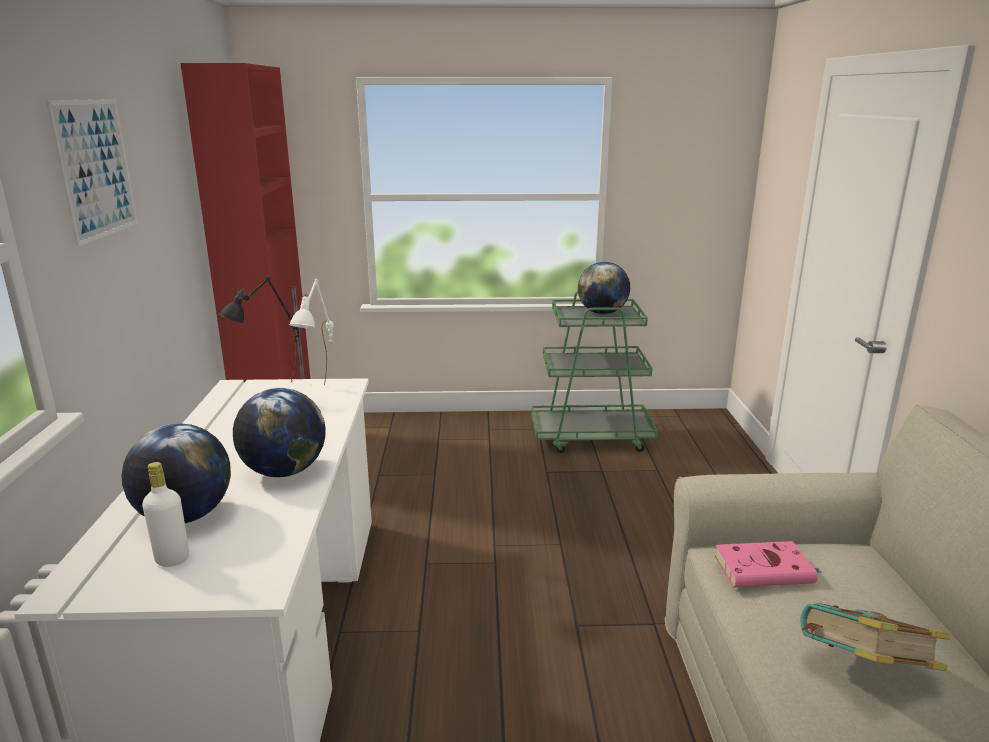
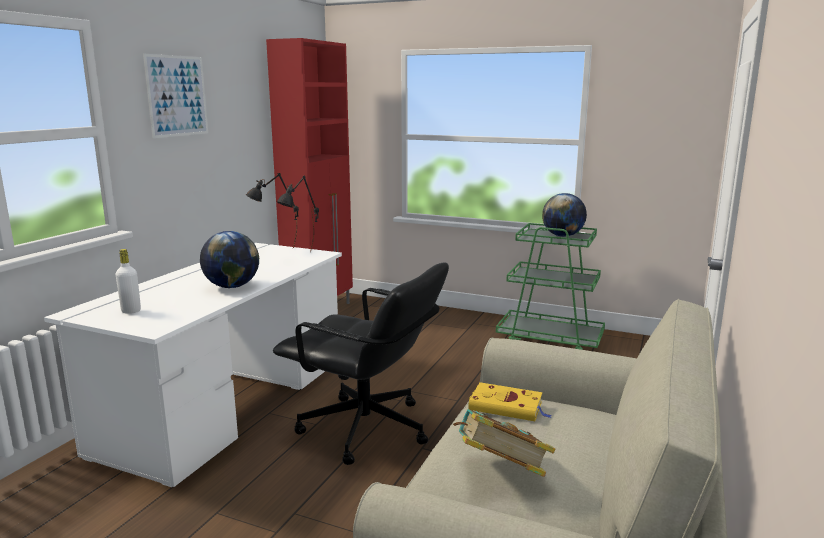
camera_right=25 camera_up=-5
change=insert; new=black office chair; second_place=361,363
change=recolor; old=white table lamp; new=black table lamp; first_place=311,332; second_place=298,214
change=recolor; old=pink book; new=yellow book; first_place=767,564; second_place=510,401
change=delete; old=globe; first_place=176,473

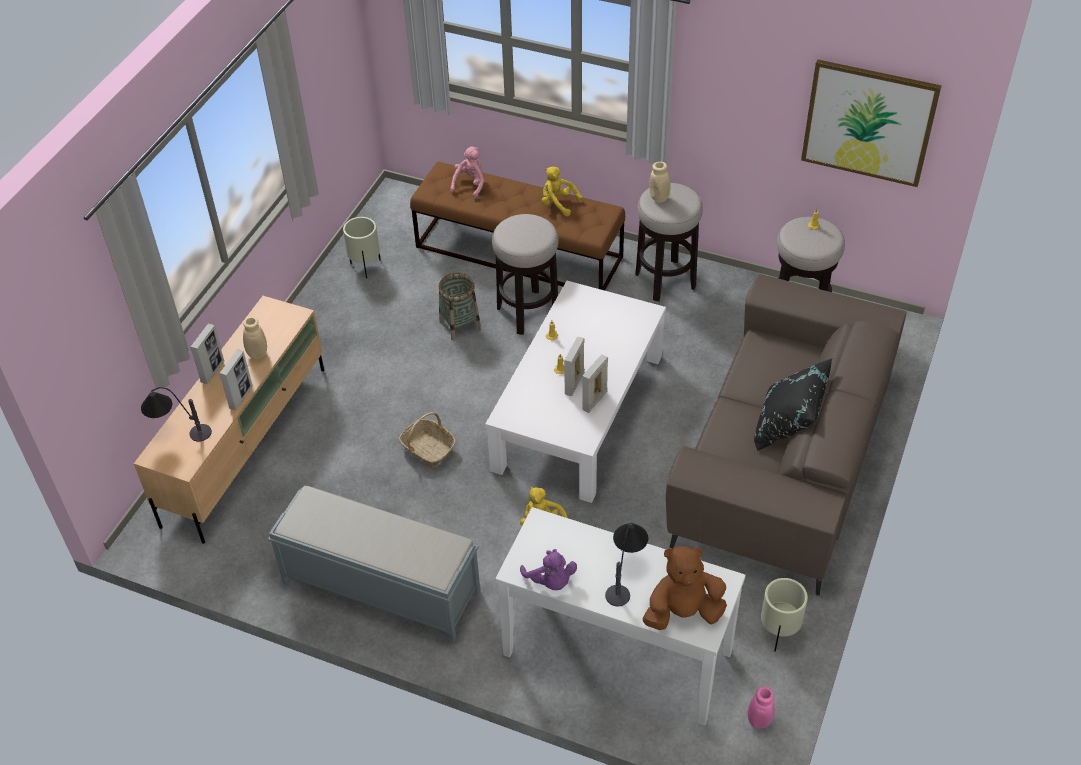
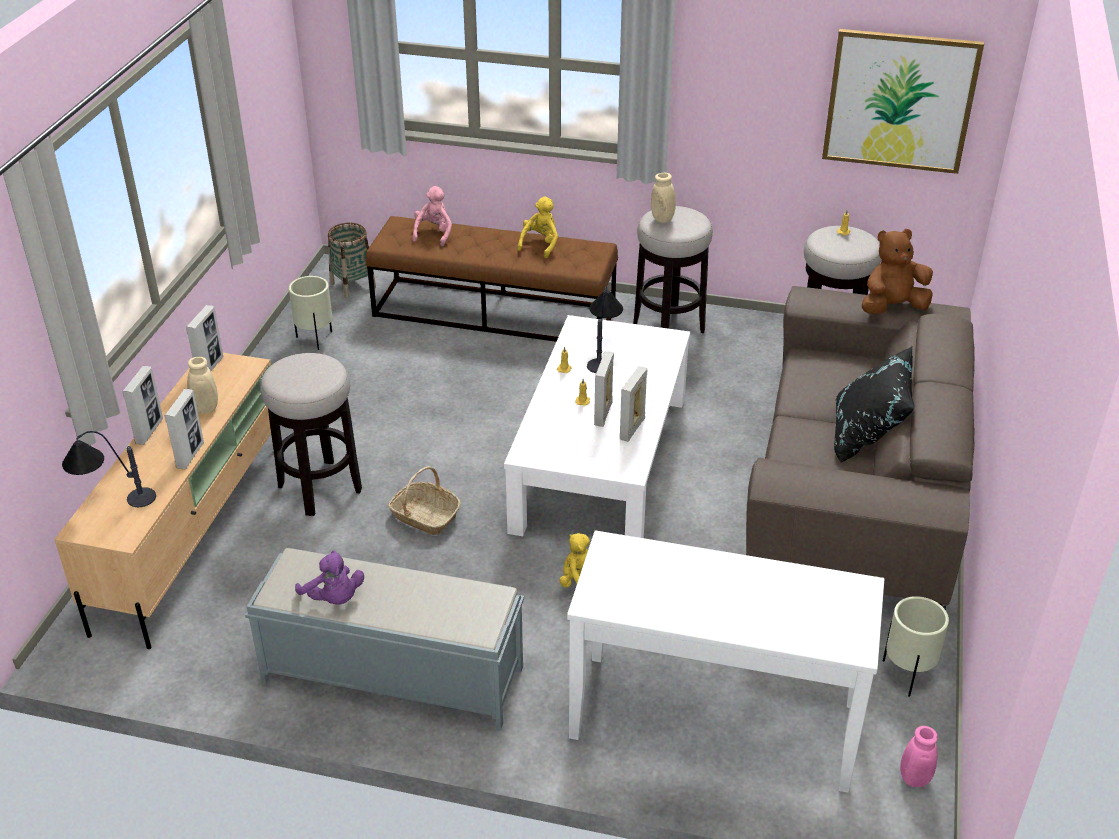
camera_right=-10 camera_up=-10
change=insert; new=picture frame; second_place=204,338
change=move; old=stool; first_place=525,274; second_place=311,434
change=move; old=purple plush toy; first_place=548,569; second_place=329,577
change=move; old=basket; first_place=460,306; second_place=352,260
change=rotate; old=yellow plush toy; first_place=562,191; second_place=537,227; degrees=90
change=move; old=table lamp; first_place=626,564; second_place=605,330
change=move; old=brown plush toy; first_place=684,588; second_place=897,271

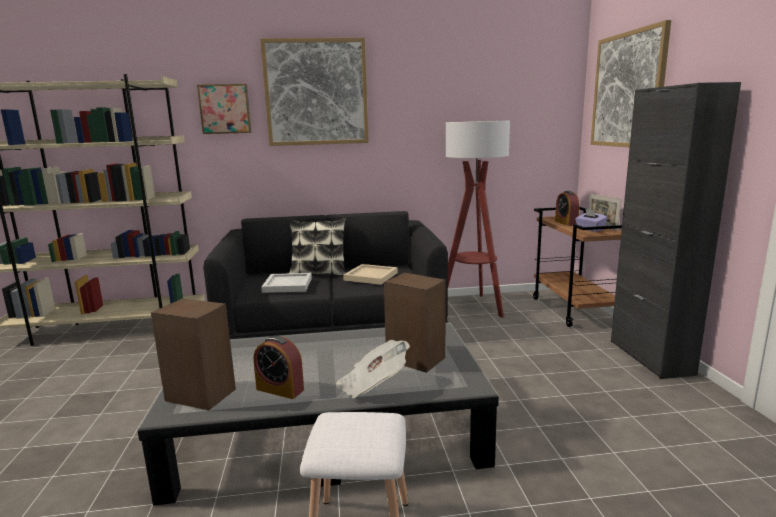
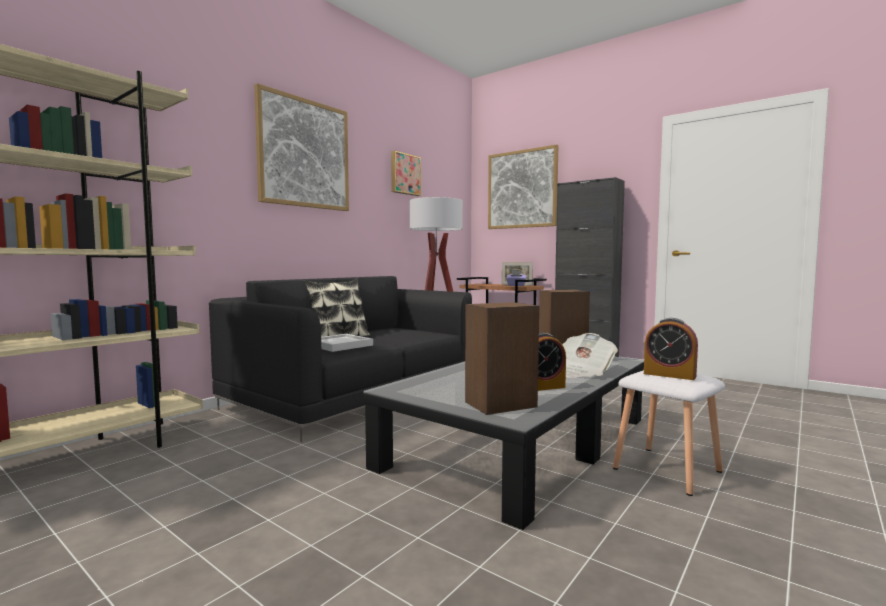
camera_right=-45 camera_up=-10
change=move; old=picture; first_place=224,109; second_place=406,173
change=move; old=alarm clock; first_place=567,208; second_place=671,349
change=delete; old=beige tray; first_place=370,274

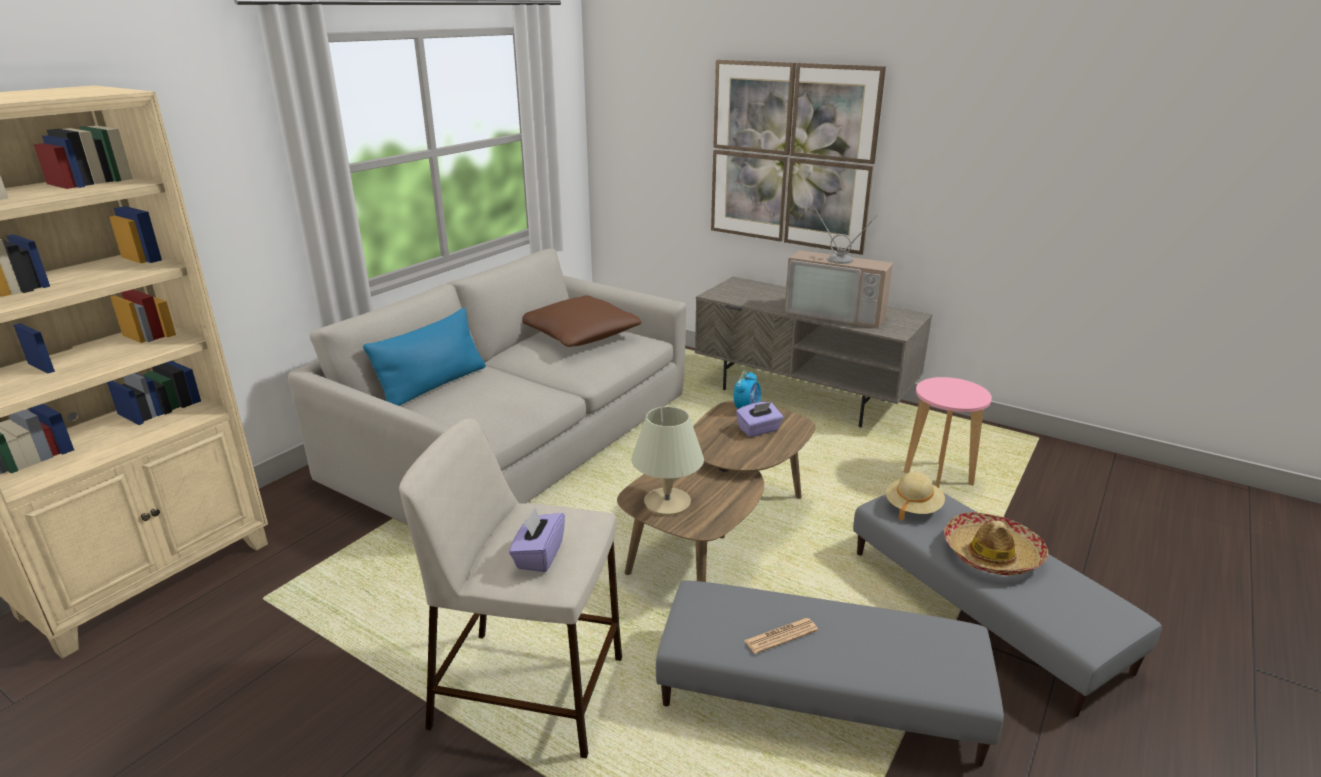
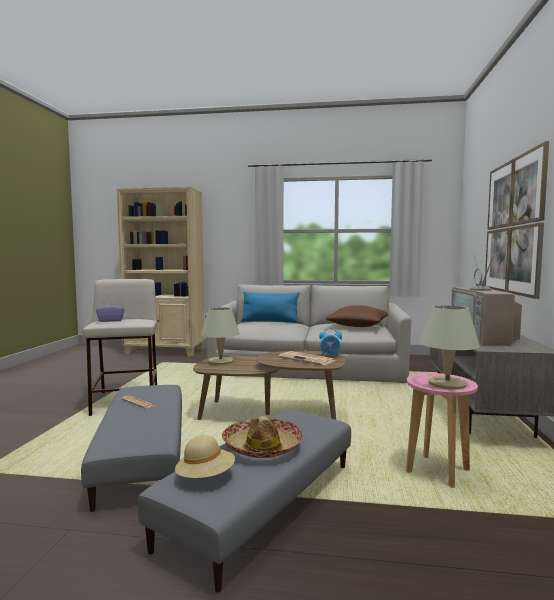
camera_right=65 camera_up=-20
change=move; old=beige hat; first_place=915,496; second_place=205,456
change=replace; old=purple tissue box; new=newspaper; first_place=759,419; second_place=307,358
change=insert; new=beige table lamp; second_place=449,347

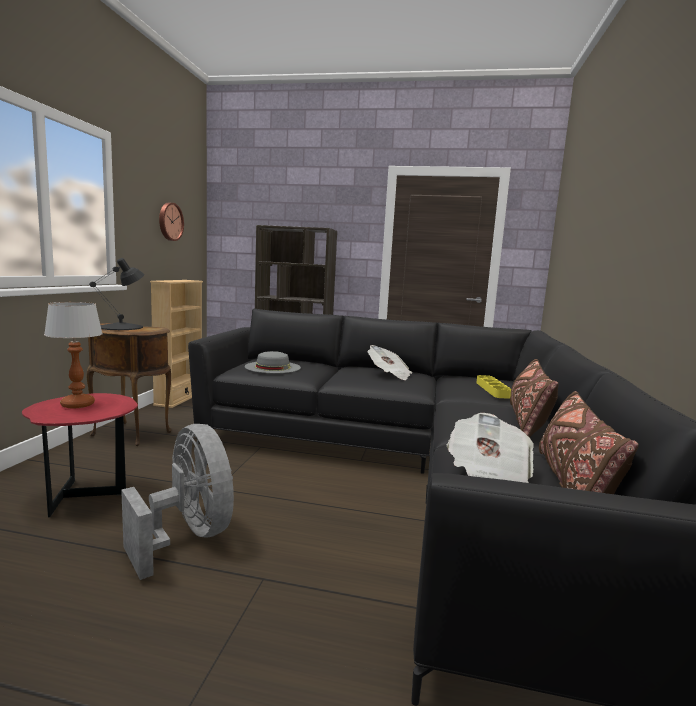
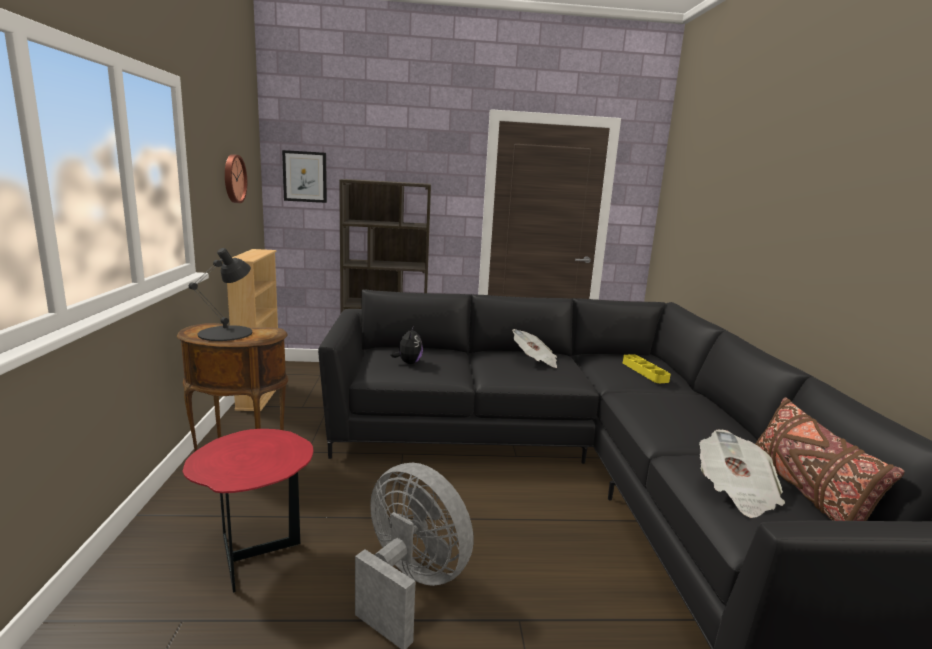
camera_right=-15 camera_up=5
change=insert; new=picture; second_place=304,176
change=replace; old=grey hat; new=plush toy; first_place=273,362; second_place=406,345
change=delete; old=table lamp; first_place=73,355
change=delete; old=brown pillow; first_place=534,398

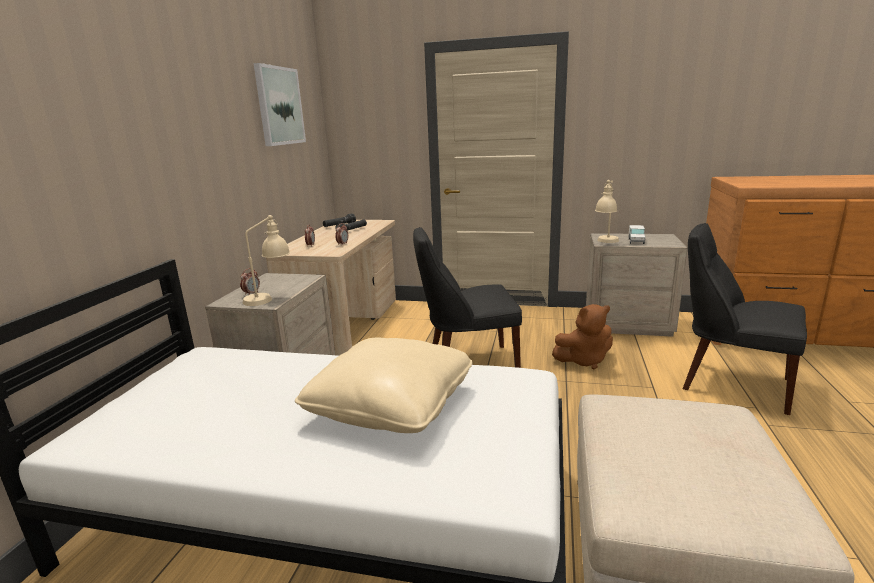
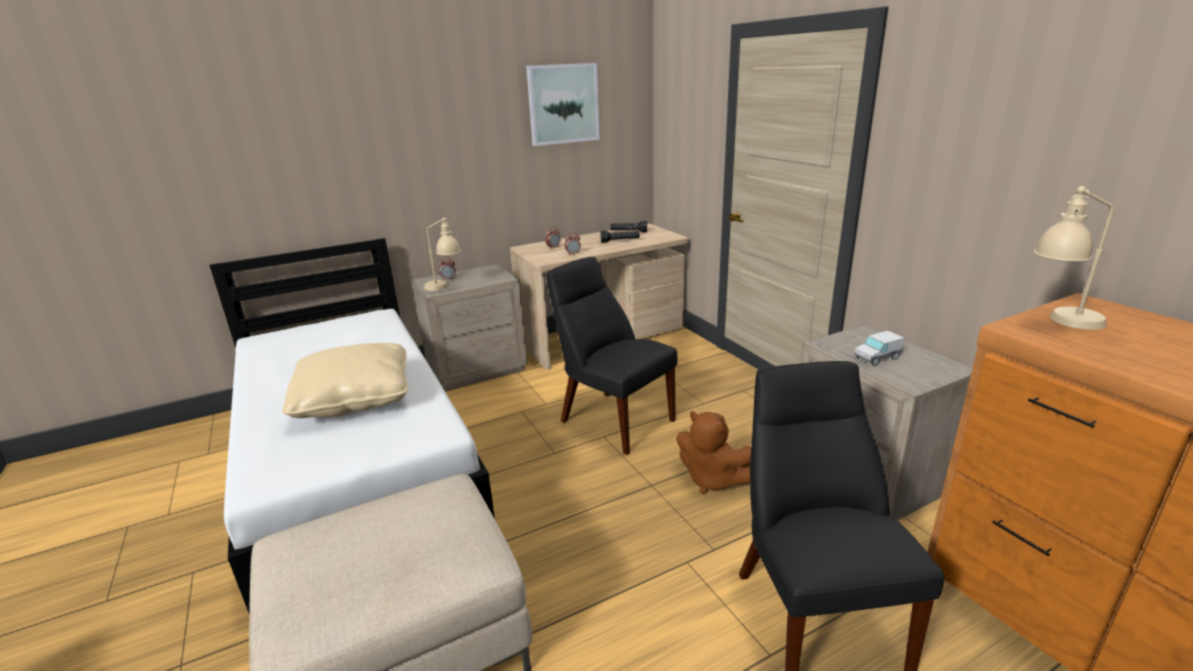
camera_right=50 camera_up=5
change=move; old=beige table lamp; first_place=607,211; second_place=1074,258

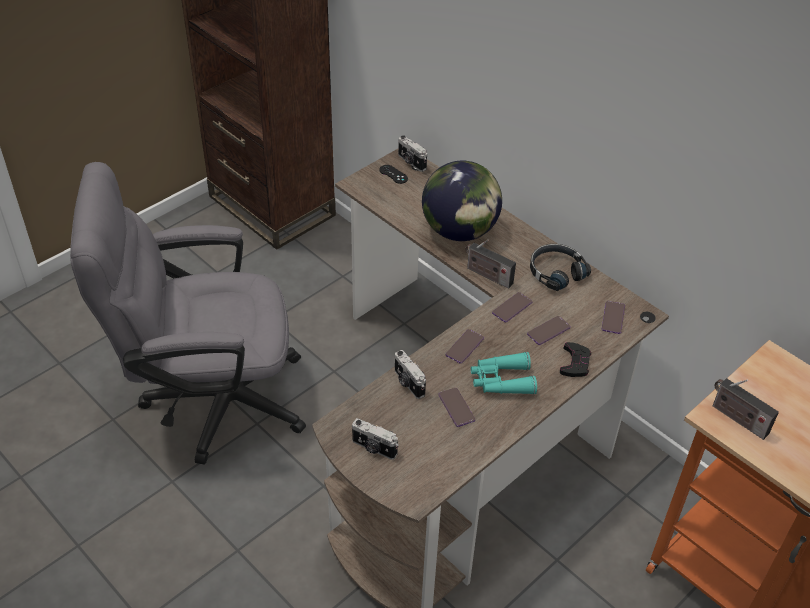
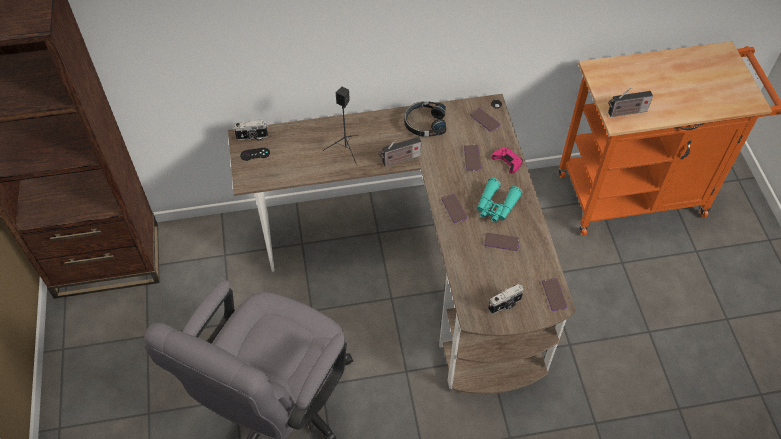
camera_right=-55 camera_up=10
change=replace; old=globe; new=black speaker; first_place=462,201; second_place=340,126
change=recolor; old=black game controller; new=pink game controller; first_place=575,359; second_place=507,160
change=move; old=phone; first_place=512,307; second_place=554,294
change=delete; old=photo camera; first_place=410,374

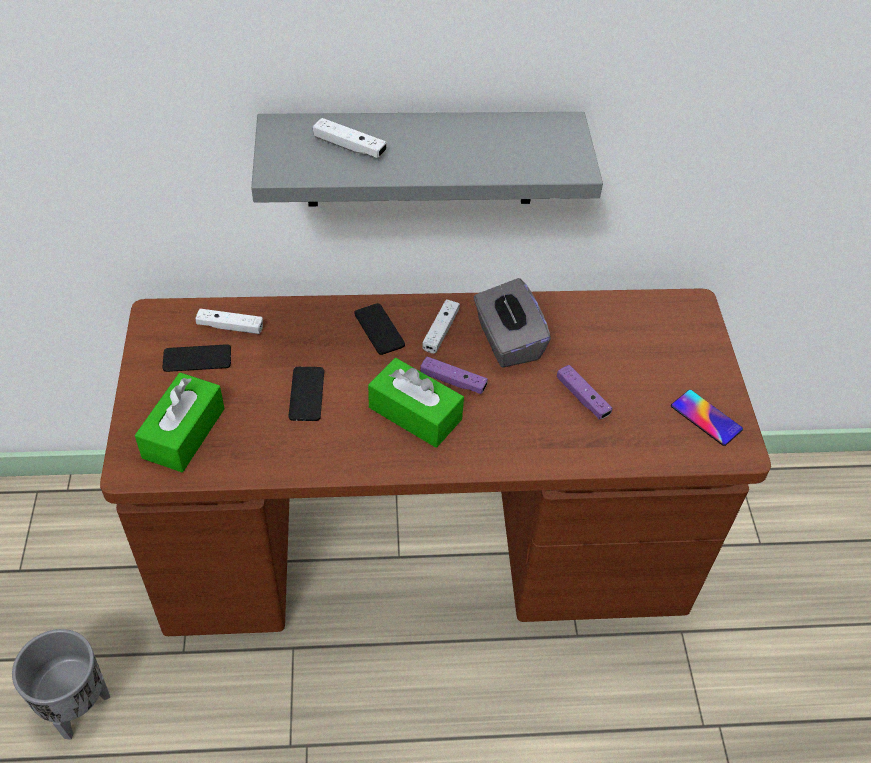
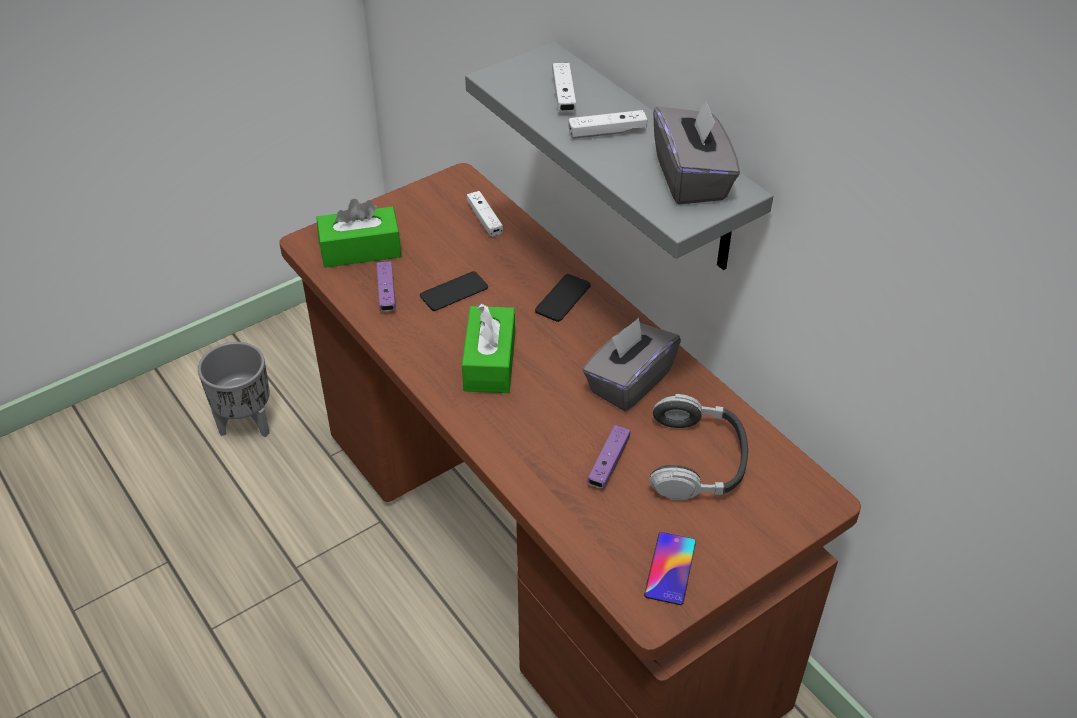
camera_right=60 camera_up=-5
change=move; old=purple game controller; first_place=454,375; second_place=386,286
change=move; old=white game controller; first_place=441,326; second_place=607,124
change=insert; new=headphones; second_place=698,447
change=insert; new=grey tissue box; second_place=696,151
change=delete; old=phone; first_place=197,358

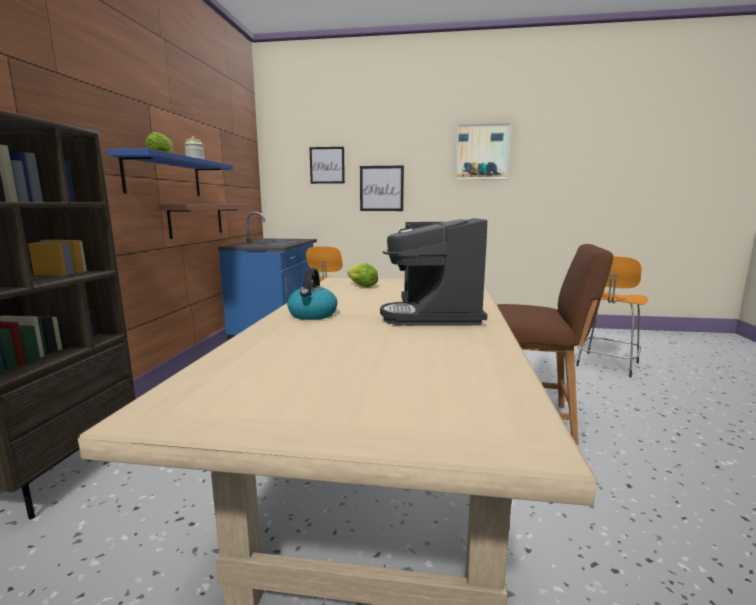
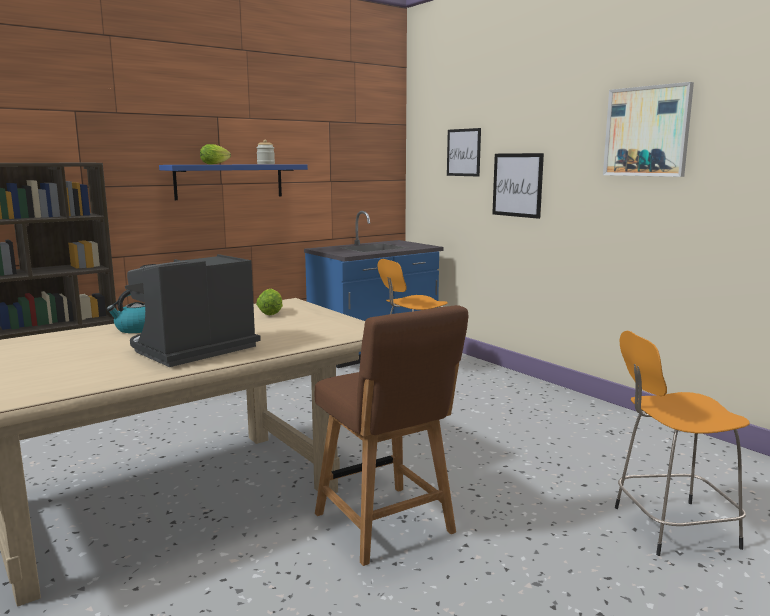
camera_right=45 camera_up=0
change=delete; old=shelf; first_place=202,221

